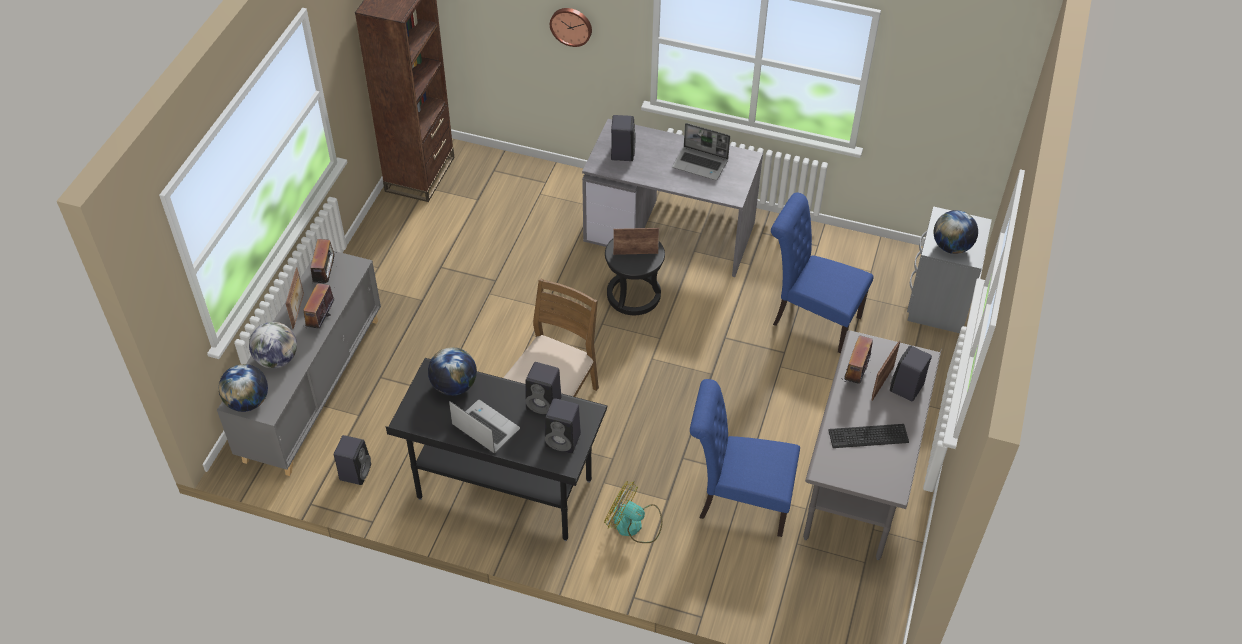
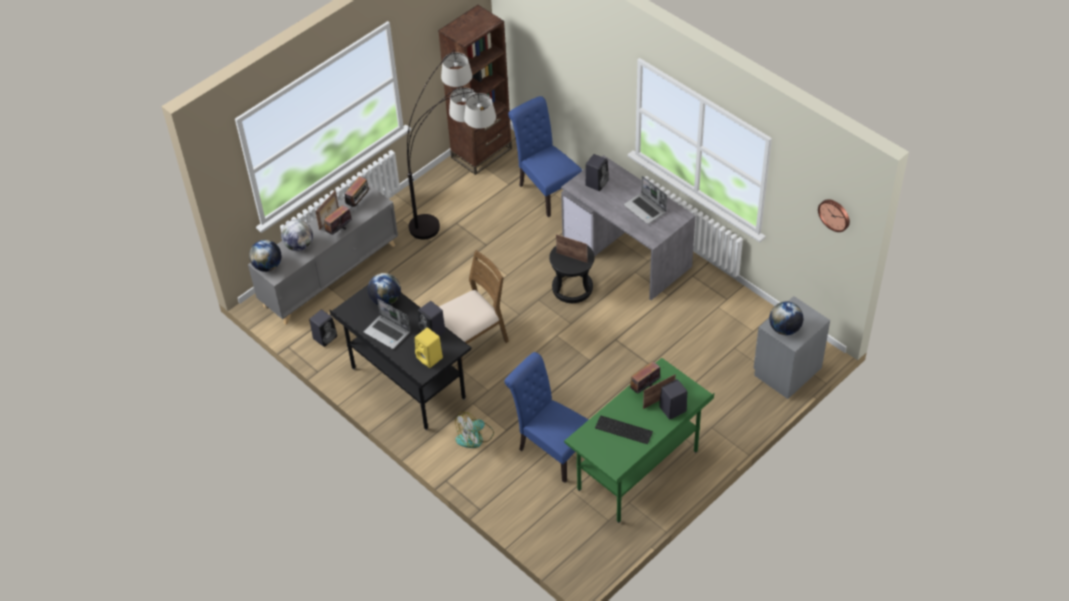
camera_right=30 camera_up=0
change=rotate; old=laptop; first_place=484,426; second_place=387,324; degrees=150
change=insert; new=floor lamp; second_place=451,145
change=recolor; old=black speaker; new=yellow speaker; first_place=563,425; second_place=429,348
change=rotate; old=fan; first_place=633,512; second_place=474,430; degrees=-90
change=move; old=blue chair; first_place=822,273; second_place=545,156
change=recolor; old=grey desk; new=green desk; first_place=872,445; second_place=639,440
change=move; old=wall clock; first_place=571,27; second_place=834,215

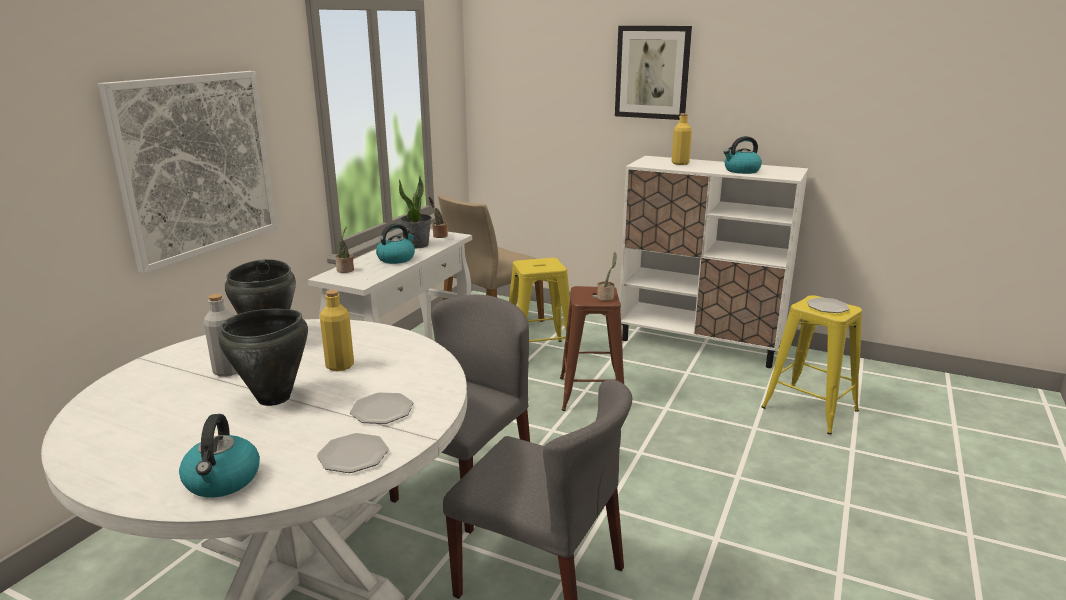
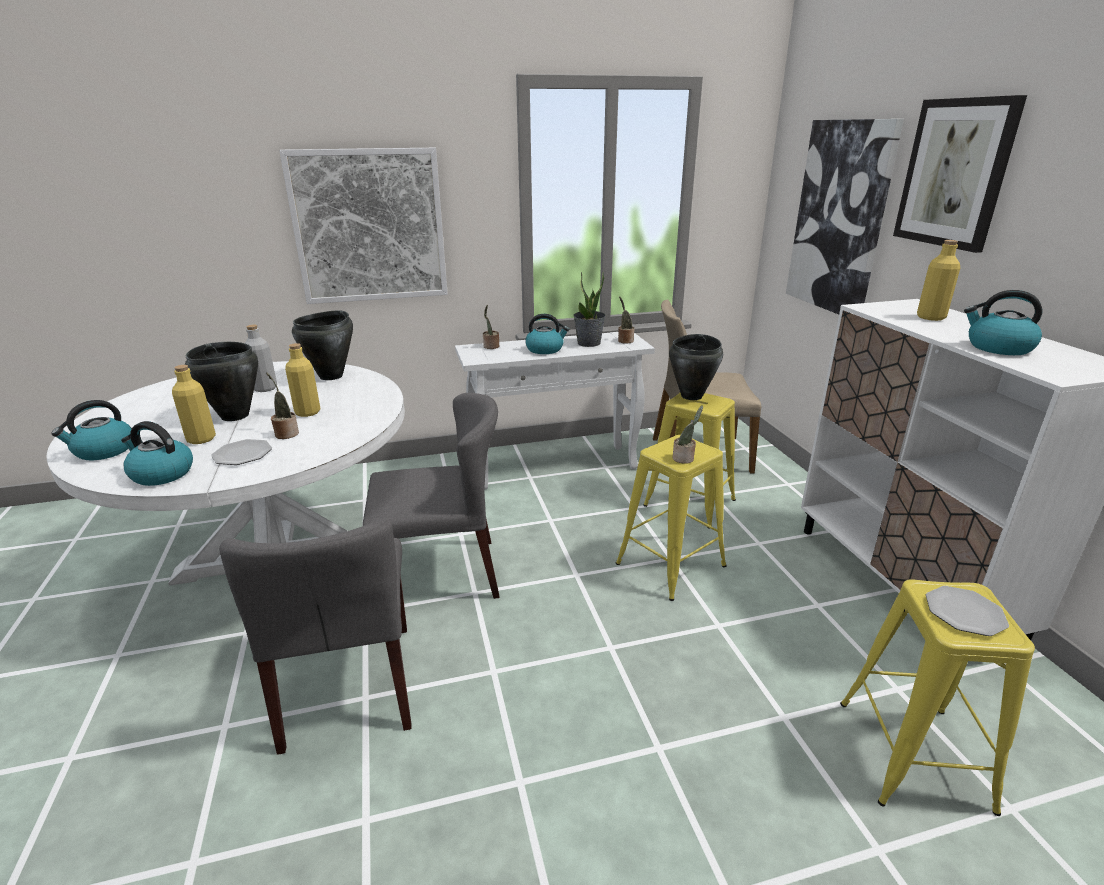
camera_right=50 camera_up=5
change=replace; old=plate; new=kettle; first_place=353,453; second_place=157,453
change=insert; new=yellow bottle; second_place=194,404
change=insert; new=potted plant; second_place=282,405
change=recolor; old=brown stool; new=yellow stool; first_place=592,348; second_place=671,518
change=insert; new=black cooking pot; second_place=696,367
change=insert; new=picture; second_place=845,216

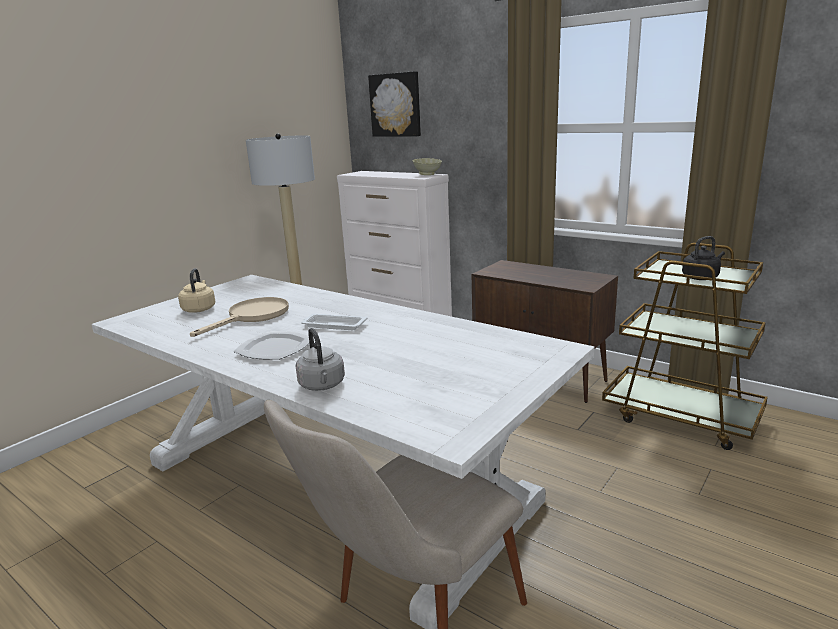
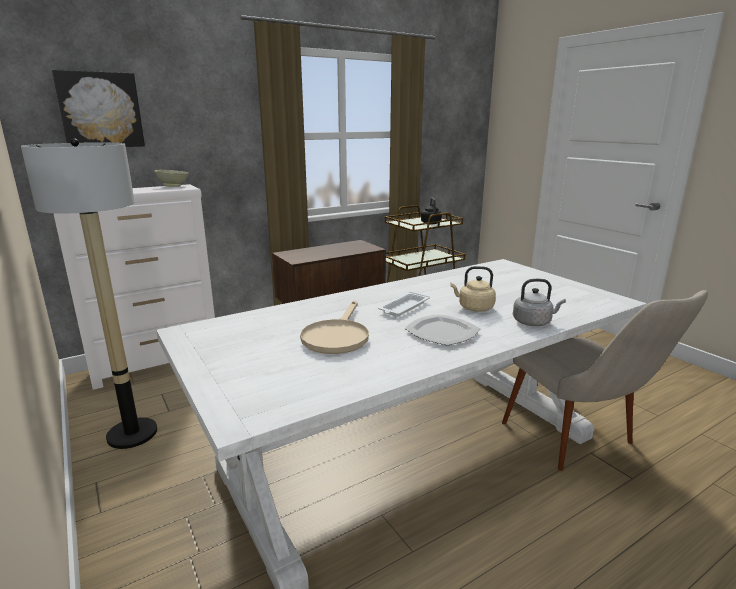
camera_right=-70 camera_up=0
change=rotate; old=beige frying pan; first_place=239,317; second_place=334,327; degrees=-135
change=move; old=beige kettle; first_place=196,290; second_place=473,289

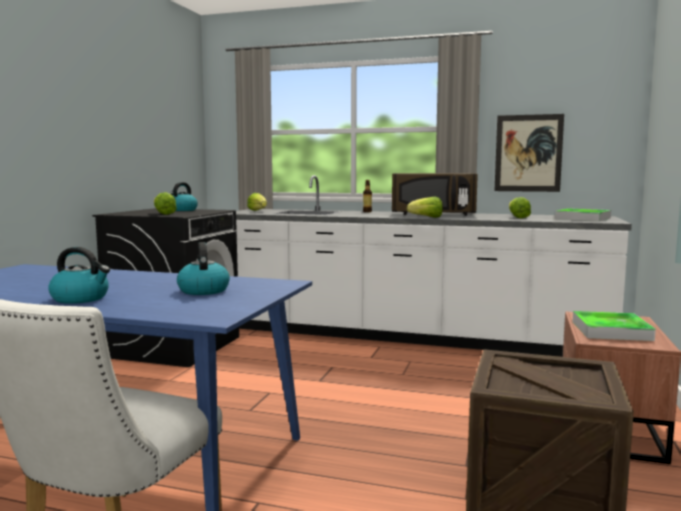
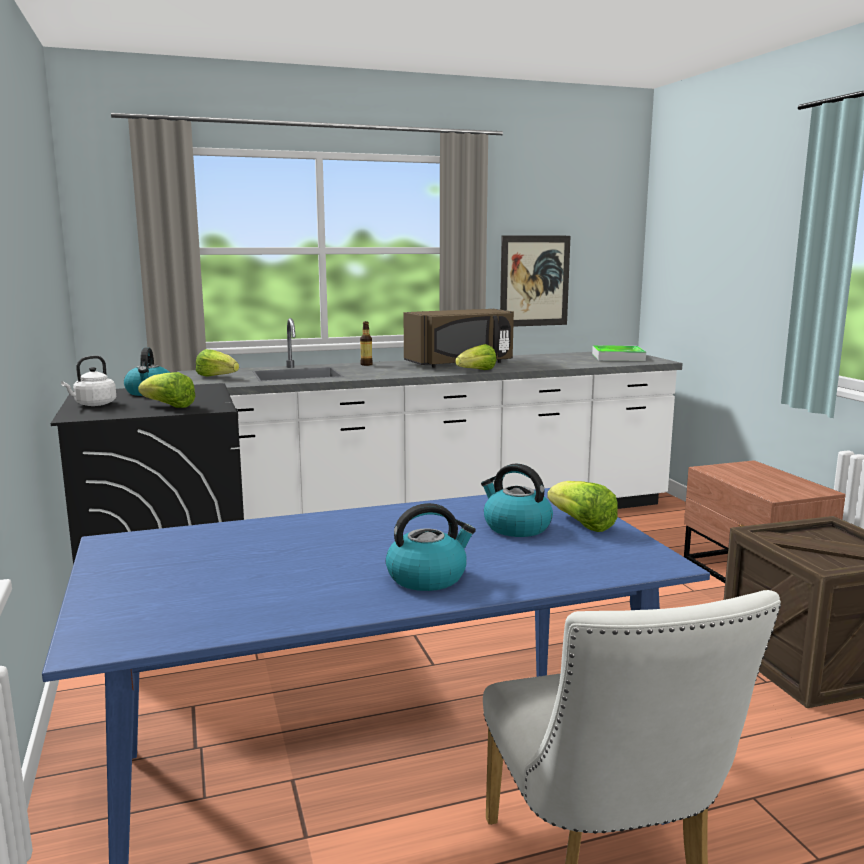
camera_right=-35 camera_up=5
change=insert; new=white kettle; second_place=88,381
change=move; old=lettuce; first_place=520,207; second_place=582,506
change=delete; old=tray; first_place=614,326

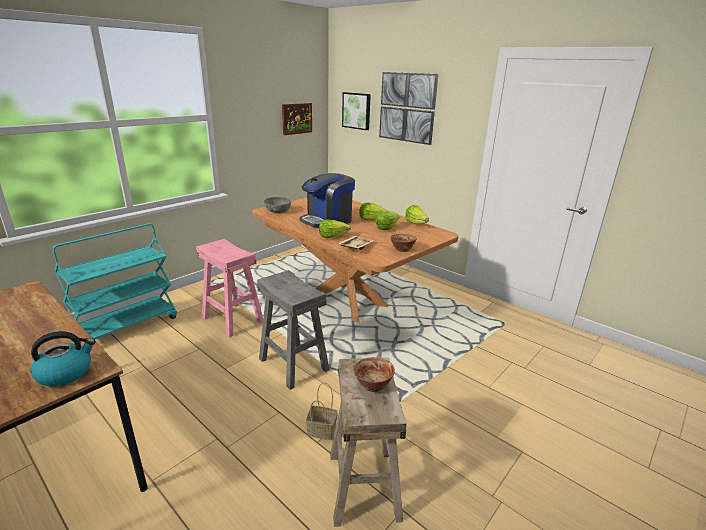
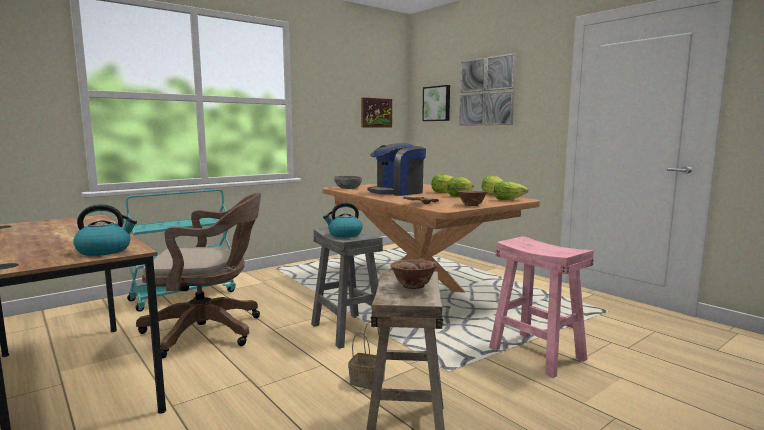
camera_right=10 camera_up=-15
change=insert; new=brown office chair; second_place=198,276
change=insert; new=kettle; second_place=342,220
change=move; old=pink stool; first_place=229,288; second_place=541,307
change=move; old=lettuce; first_place=335,229; second_place=511,190

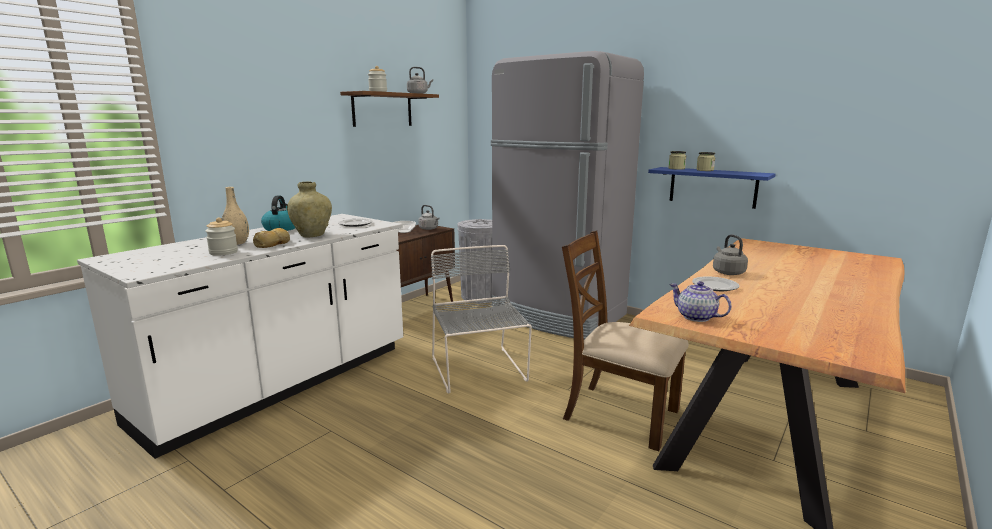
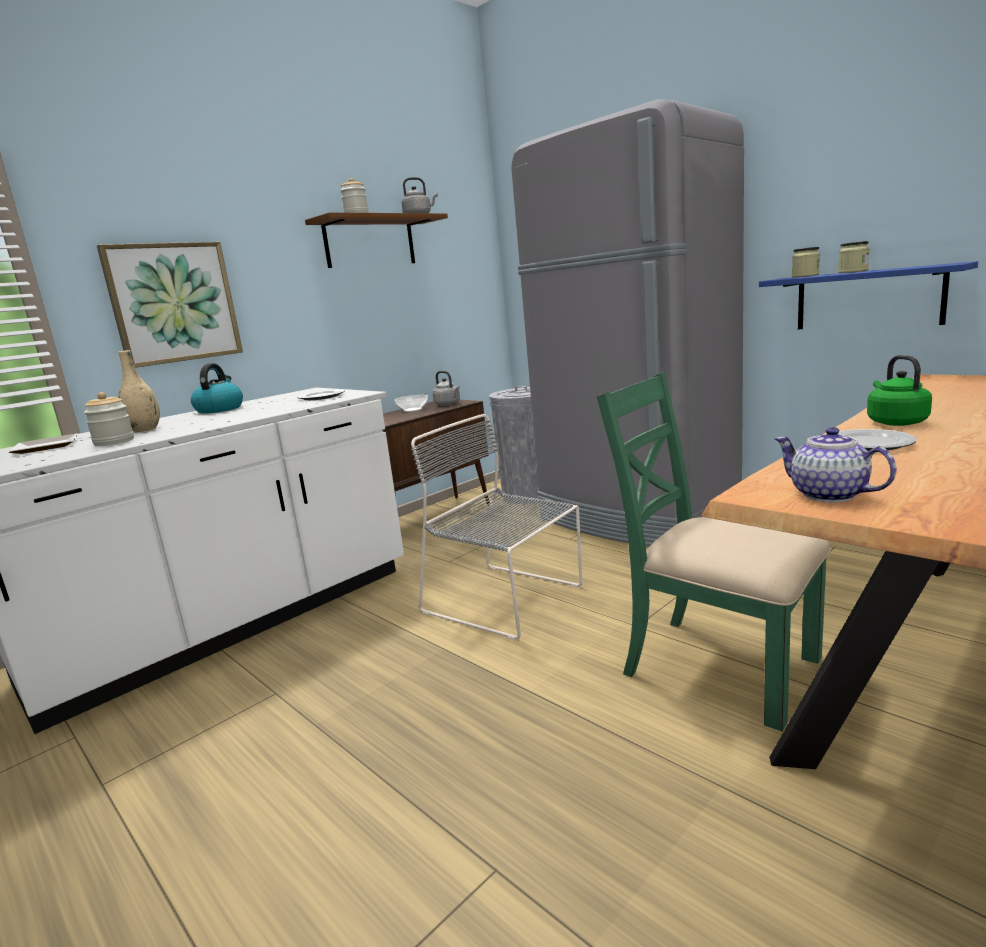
camera_right=10 camera_up=0
change=insert; new=plate; second_place=43,444
change=insert; new=picture; second_place=170,305
change=rotate; old=grey chair; first_place=481,319; second_place=497,527; degrees=-45
change=recolor; old=brown chair; new=green chair; first_place=625,340; second_place=714,551
change=recolor; old=grey kettle; new=green kettle; first_place=730,254; second_place=899,390
change=delete; old=bread; first_place=271,238
change=delete; old=beige vase; first_place=309,209

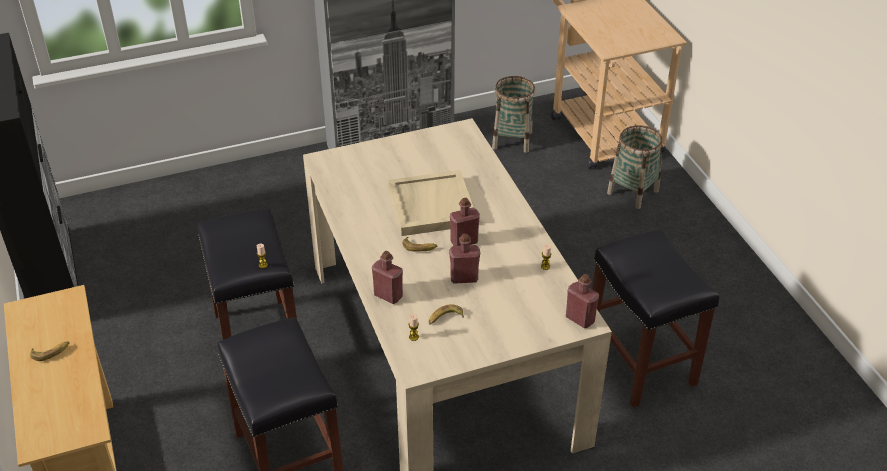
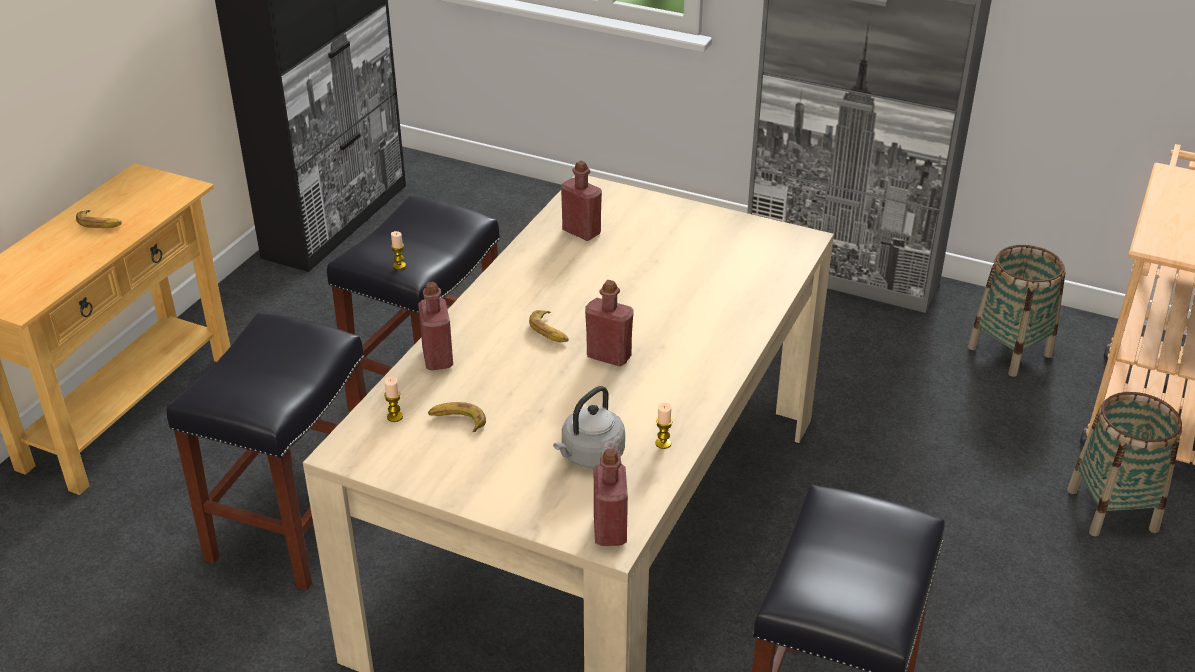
camera_right=45 camera_up=-5
change=insert; new=grey kettle; second_place=589,427
change=move; old=red bottle; first_place=464,259; second_place=581,201
change=delete; old=beige tray; first_place=431,203

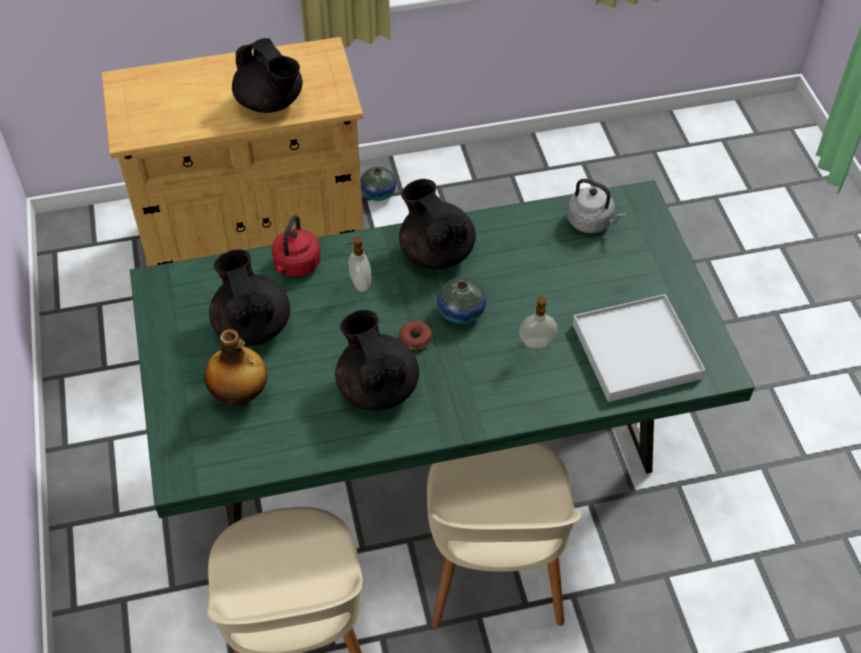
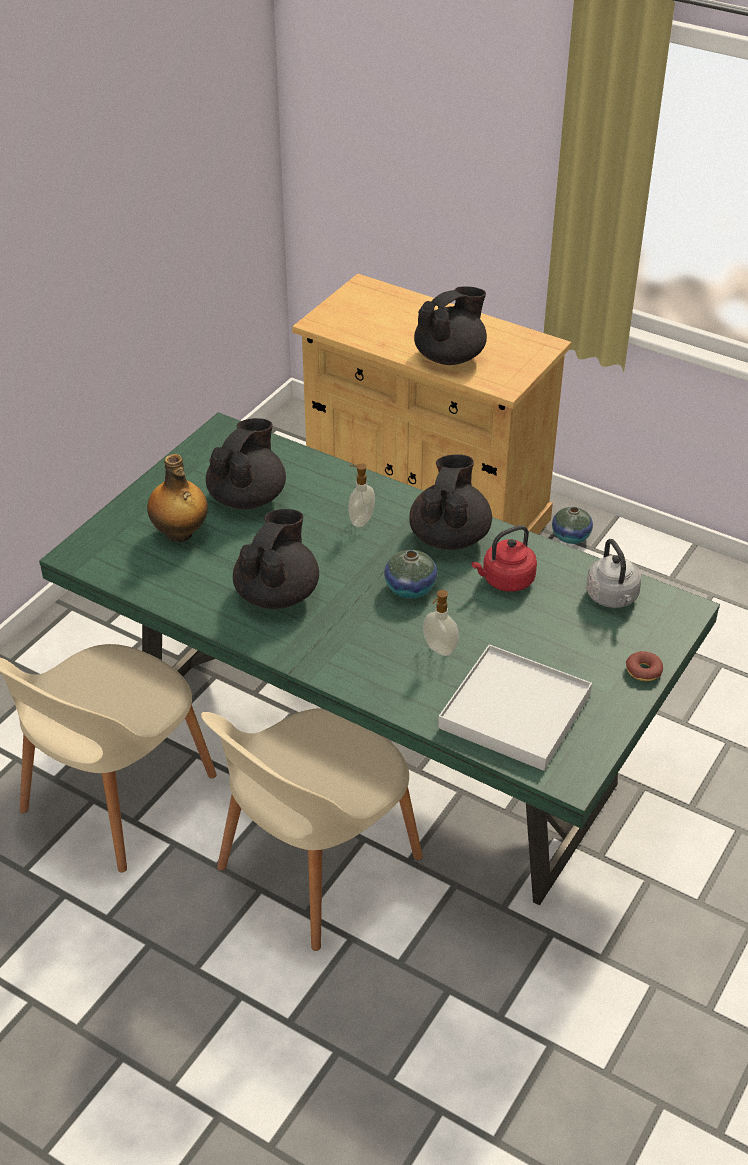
camera_right=45 camera_up=-10
change=rotate; old=black teapot; first_place=267,75; second_place=450,325; degrees=-135
change=move; old=red kettle; first_place=296,246; second_place=504,558
change=move; old=donut; first_place=415,335; second_place=644,666

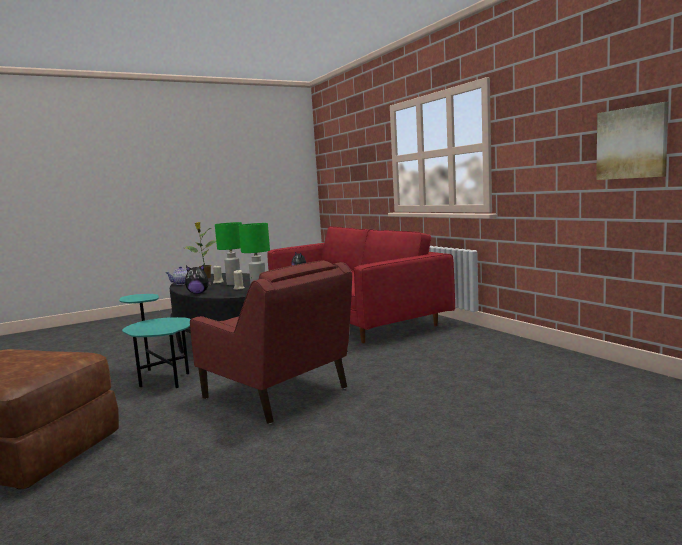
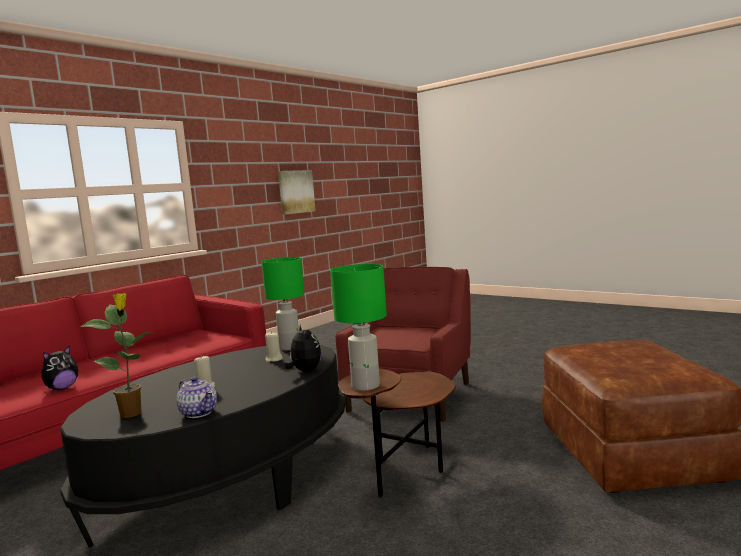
camera_right=-110 camera_up=0
change=move; old=green table lamp; first_place=228,253; second_place=358,327
change=recolor; old=turquoise side table; new=brown side table; first_place=154,341; second_place=397,432

